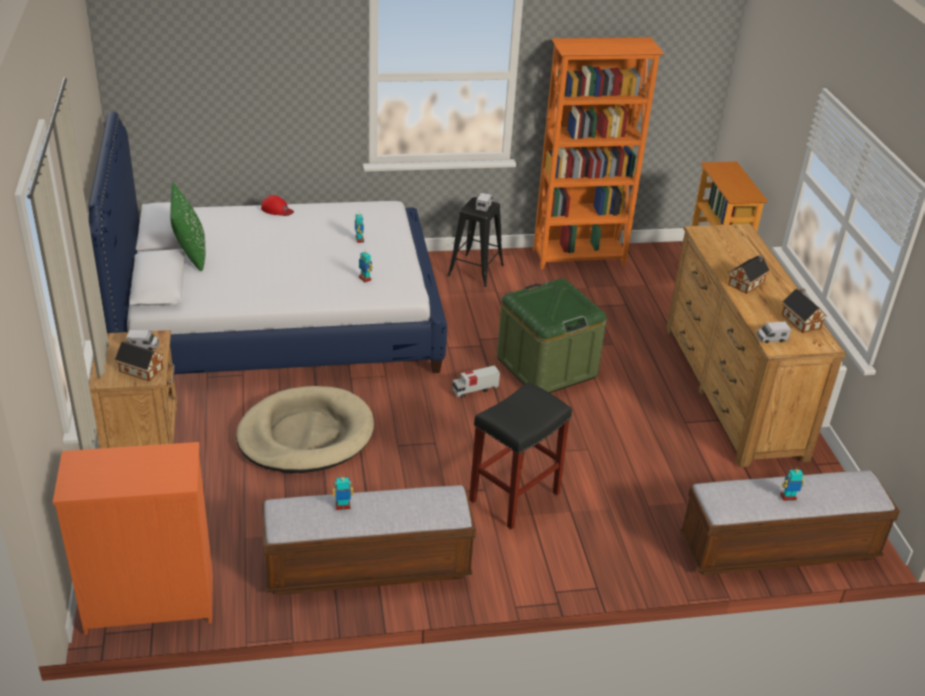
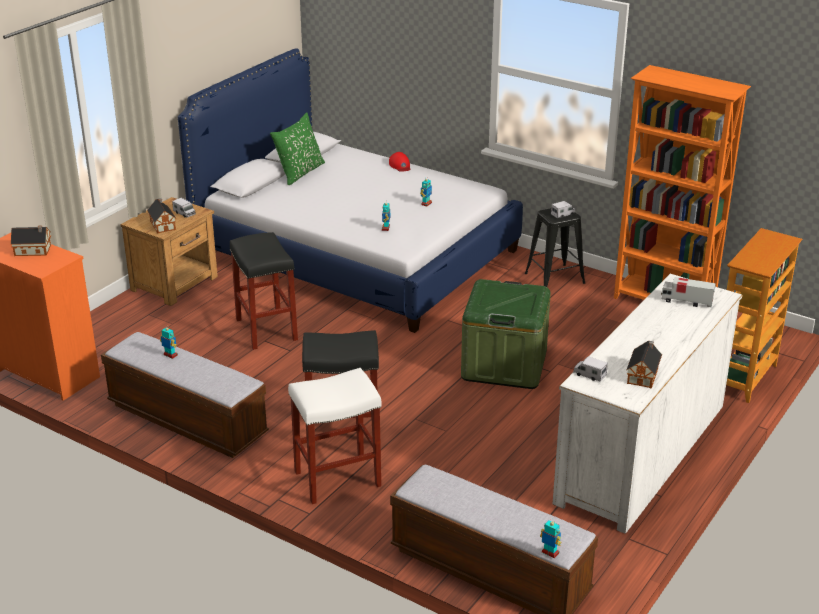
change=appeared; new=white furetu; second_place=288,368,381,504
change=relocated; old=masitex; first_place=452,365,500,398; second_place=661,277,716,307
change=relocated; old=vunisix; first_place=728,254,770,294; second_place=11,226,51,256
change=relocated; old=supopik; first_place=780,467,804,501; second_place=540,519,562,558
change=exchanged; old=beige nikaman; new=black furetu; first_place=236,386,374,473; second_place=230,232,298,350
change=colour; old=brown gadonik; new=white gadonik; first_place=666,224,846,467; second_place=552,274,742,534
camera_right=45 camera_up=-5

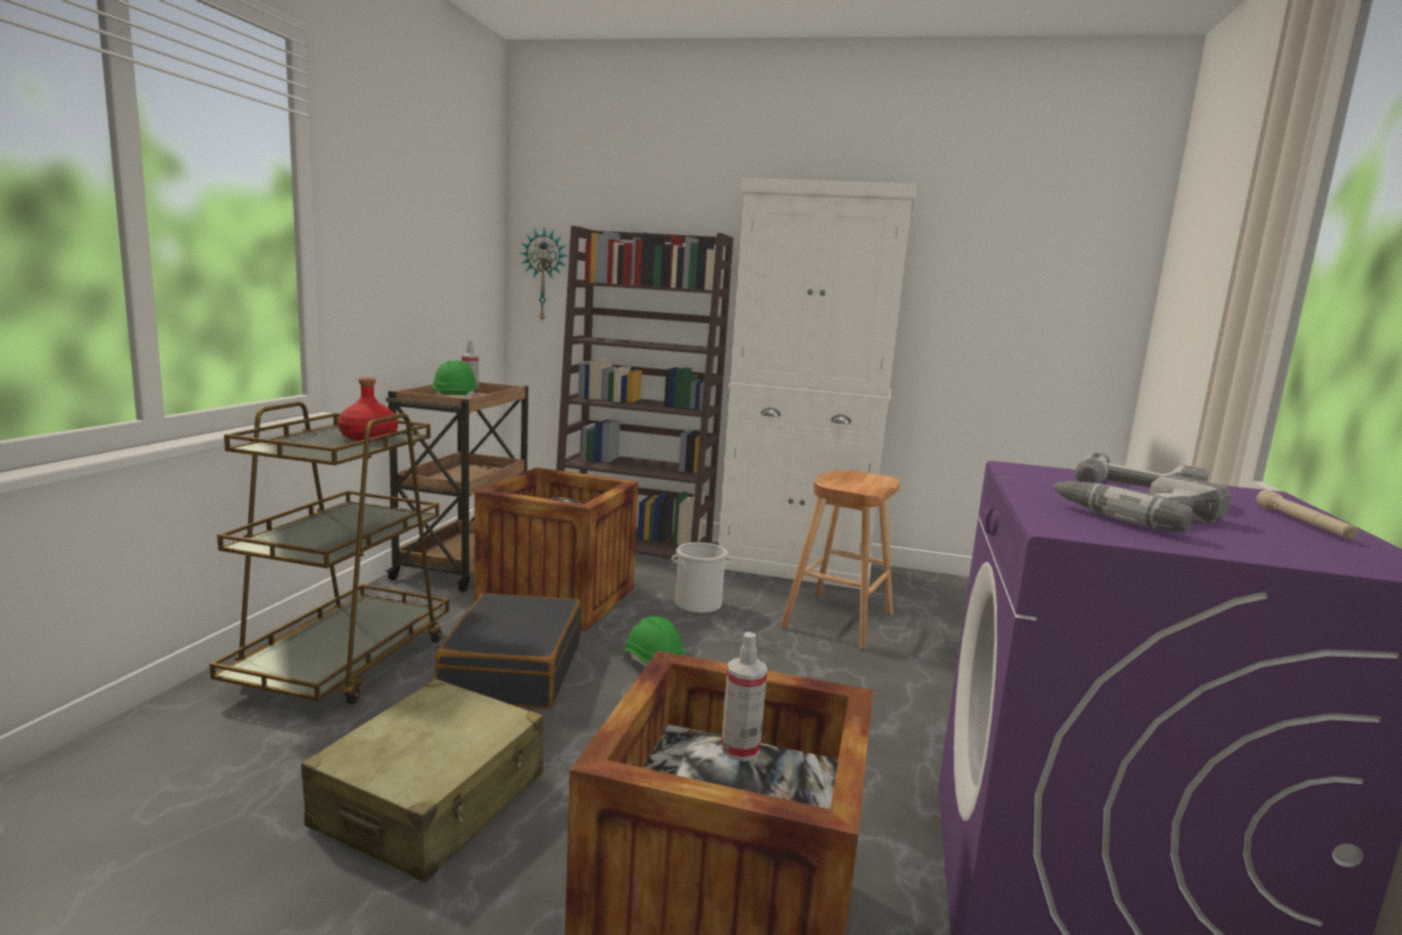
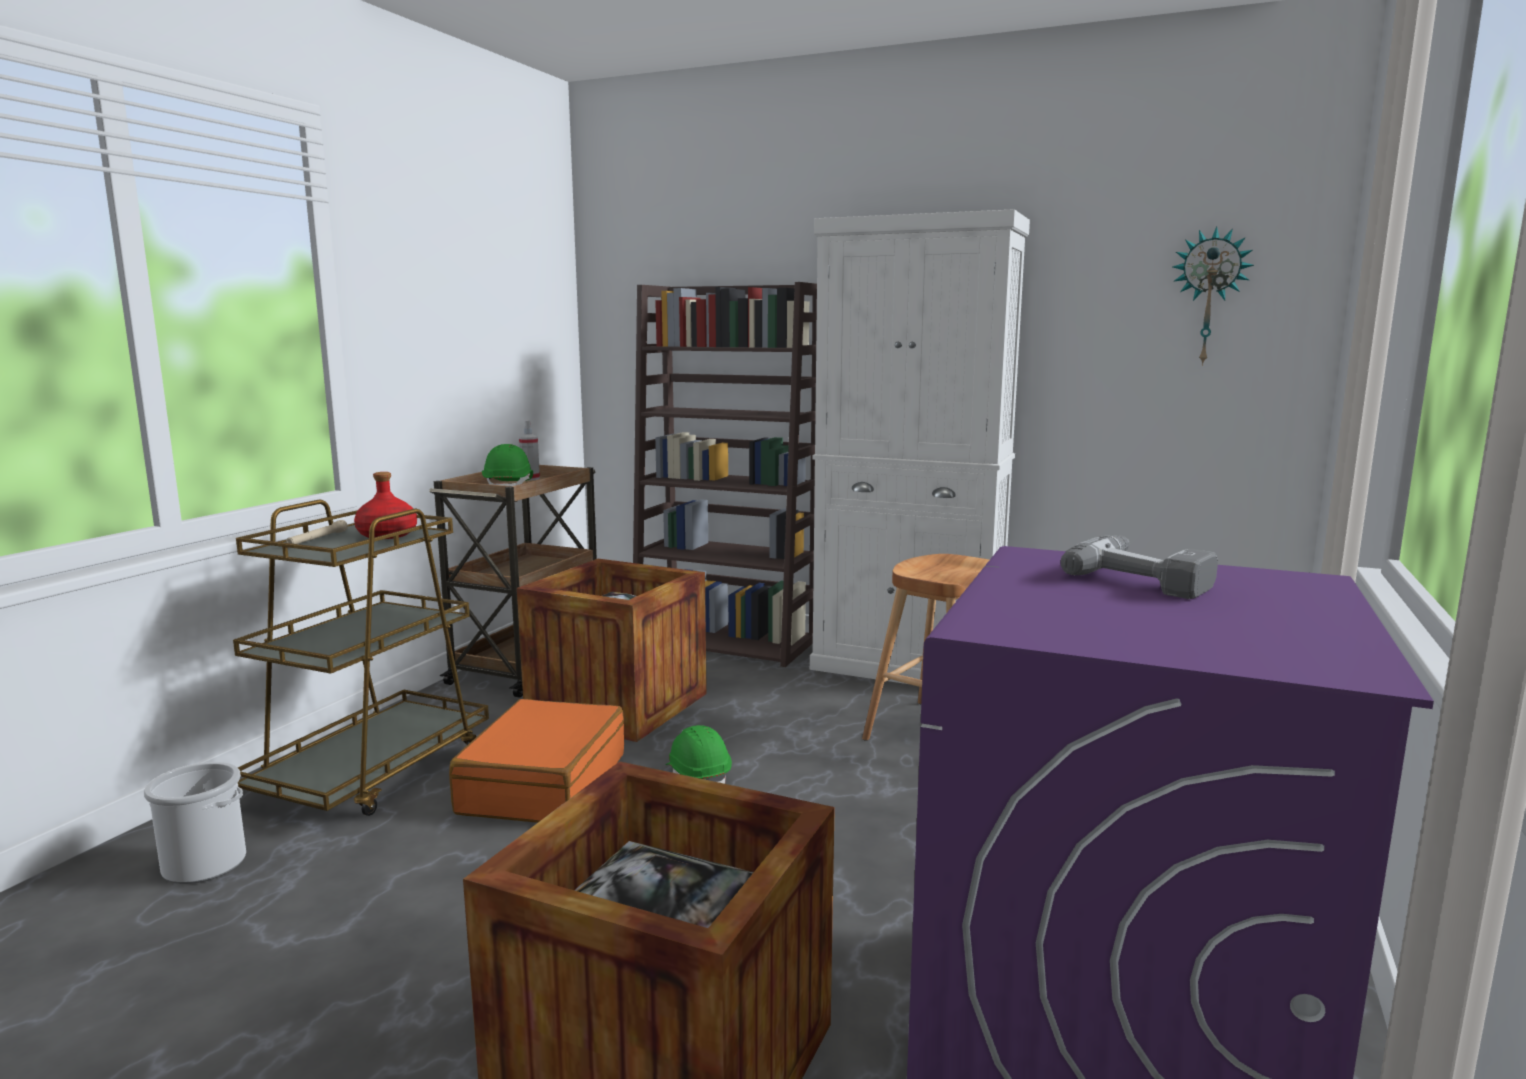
change=missing; old=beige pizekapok; first_place=301,679,544,882
change=missing; old=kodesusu; first_place=721,632,767,761
change=missing; old=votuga; first_place=1053,475,1231,532
change=relocated; old=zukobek; first_place=521,228,567,321; second_place=1172,226,1254,366
change=relocated; old=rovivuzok; first_place=672,542,731,614; second_place=144,762,246,884
change=relocated; old=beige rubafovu; first_place=1256,490,1358,539; second_place=286,520,348,544
change=colour; old=black pizekapok; new=orange pizekapok; first_place=435,593,581,709; second_place=449,699,624,823
camera_right=10 camera_up=0

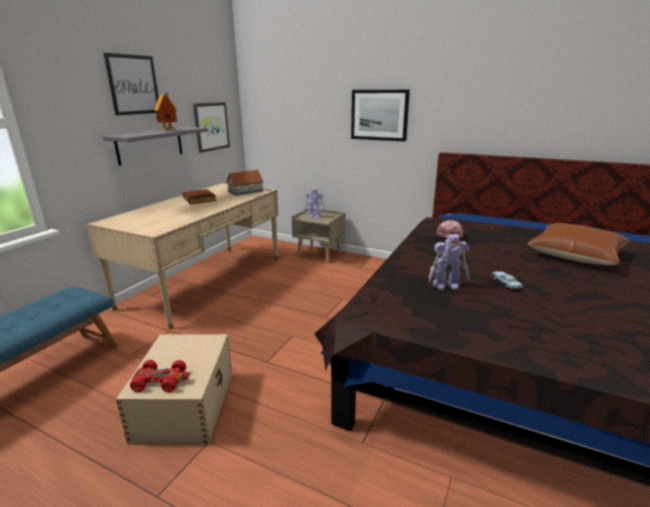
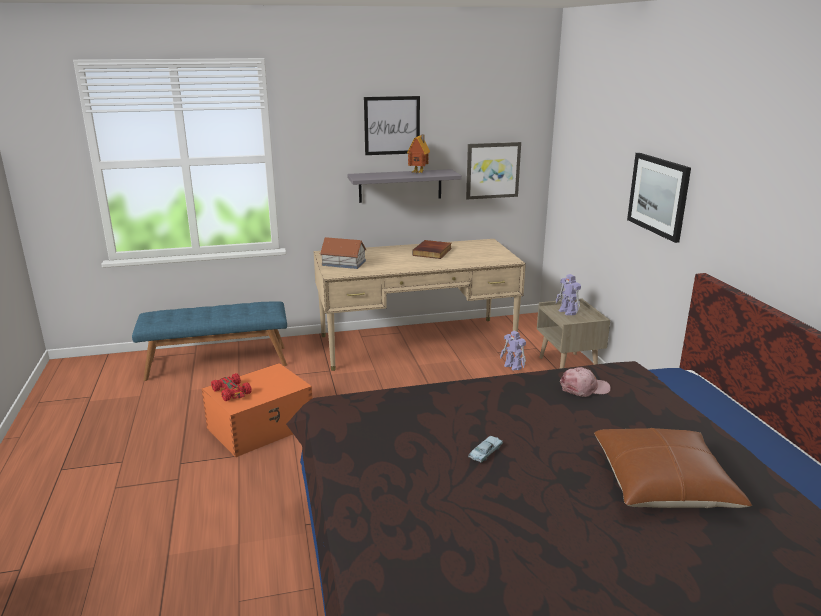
change=relocated; old=vunisix; first_place=226,170,264,196; second_place=320,237,367,269
change=relocated; old=supopik; first_place=429,235,470,290; second_place=500,331,526,371
change=colour; old=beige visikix; new=orange visikix; first_place=116,334,232,445; second_place=202,363,312,457
camera_right=50 camera_up=0

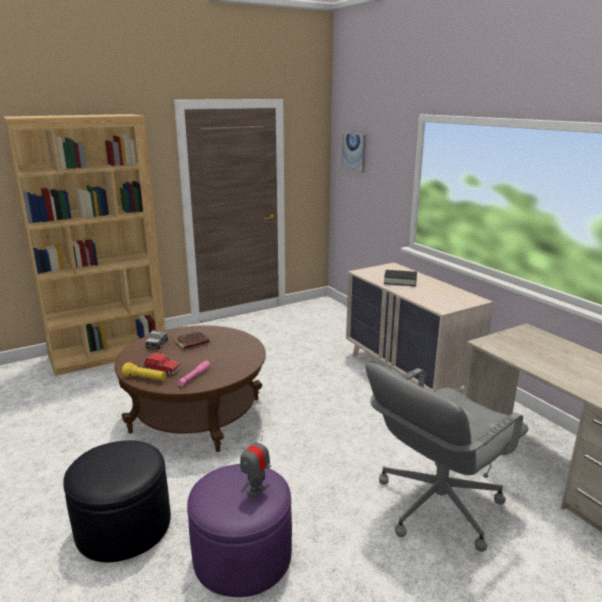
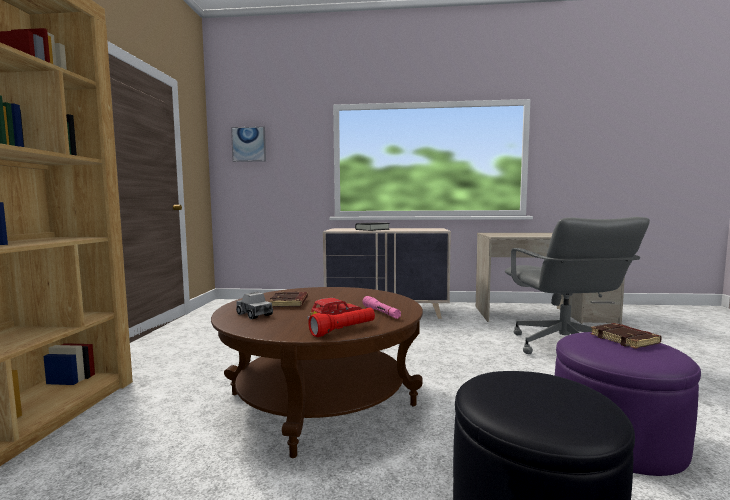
change=exchanged; old=supopik; new=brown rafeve; first_place=240,431,271,499; second_place=590,323,662,349
change=colour; old=yellow rubafovu; new=red rubafovu; first_place=122,362,166,380; second_place=308,308,375,337
camera_right=-55 camera_up=-15

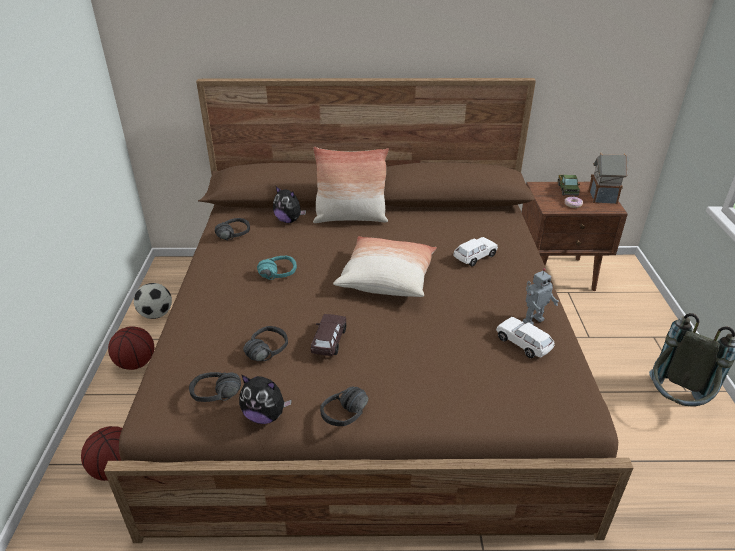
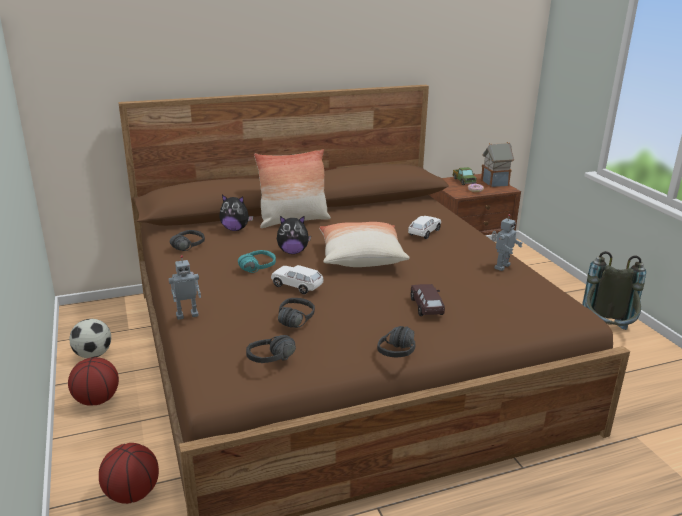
change=appeared; new=supopik; second_place=169,255,201,320
change=relocated; old=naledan; first_place=239,375,292,424; second_place=277,216,311,254
change=relocated; old=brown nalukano; first_place=311,314,346,356; second_place=411,284,445,316
change=relocated; old=white nalukano; first_place=496,317,555,358; second_place=271,265,324,294
camera_right=-20 camera_up=-10

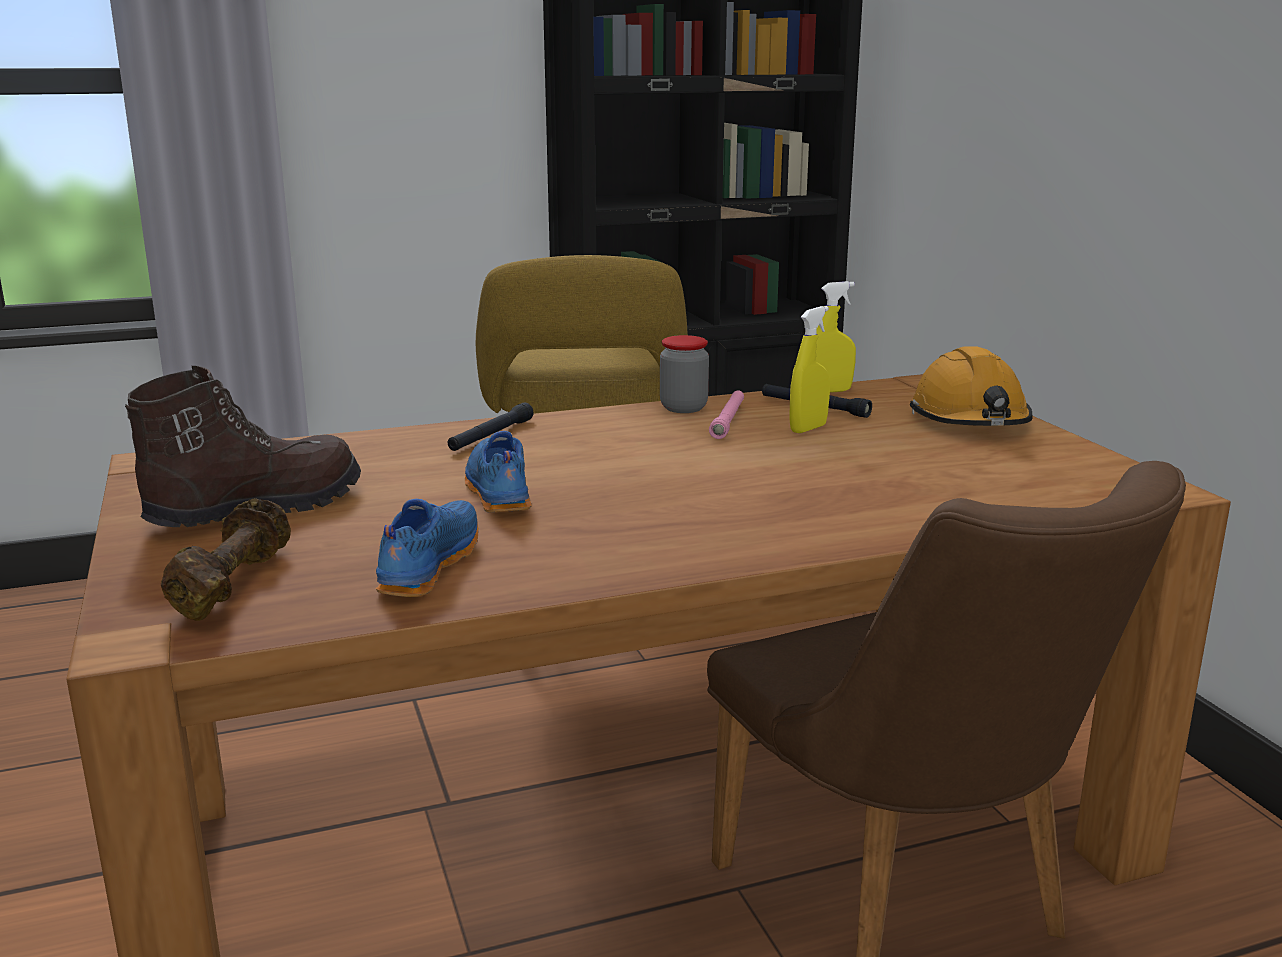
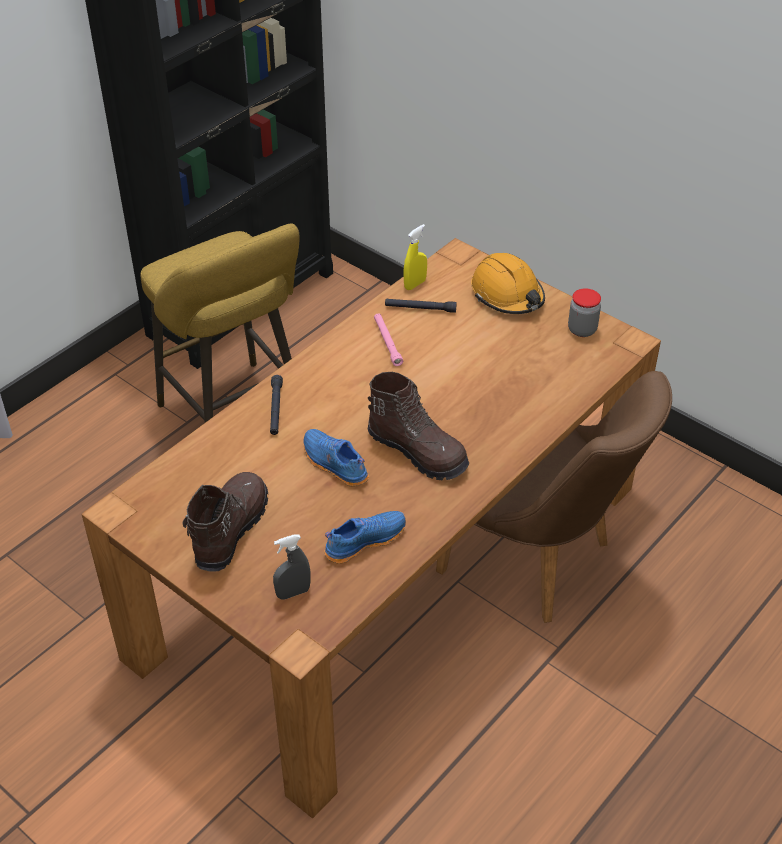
change=missing; old=yellow kodesusu; first_place=789,306,830,433
change=appeared; new=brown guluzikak; second_place=368,372,469,480
change=relocated; old=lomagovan; first_place=660,335,709,413; second_place=568,288,601,337
change=exchanged; old=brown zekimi; new=grey kodesusu; first_place=161,498,291,621; second_place=273,534,310,600
change=spun; old=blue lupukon; first_place=376,499,479,597; second_place=324,511,406,564; degrees=75
camera_right=-30 camera_up=25

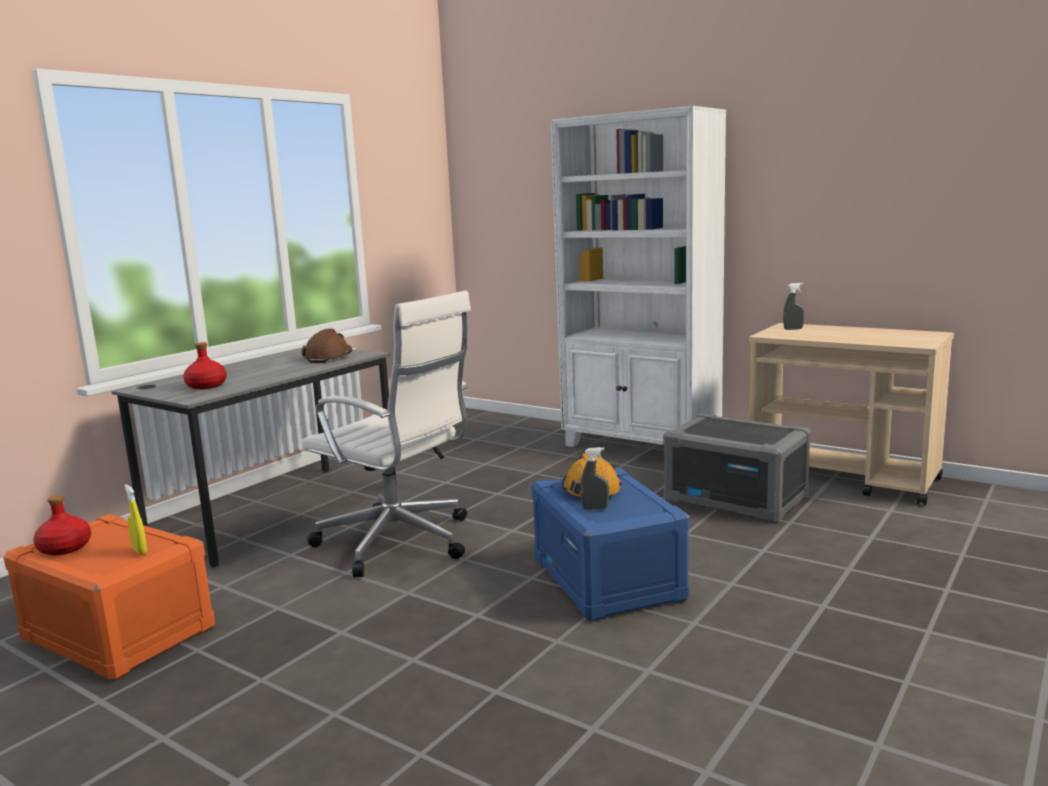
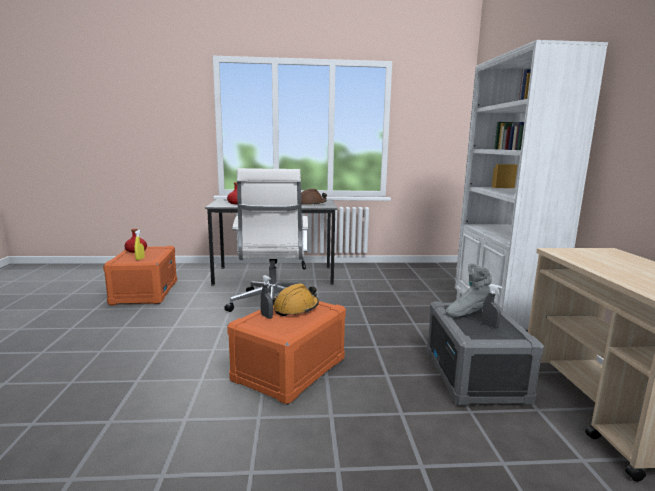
change=appeared; new=grey guluzikak; second_place=445,263,495,317
change=relocated; old=grey kodesusu; first_place=783,283,804,330; second_place=482,284,502,329
change=colour; old=blue visikix; new=orange visikix; first_place=531,468,690,621; second_place=227,301,346,405
camera_right=50 camera_up=0

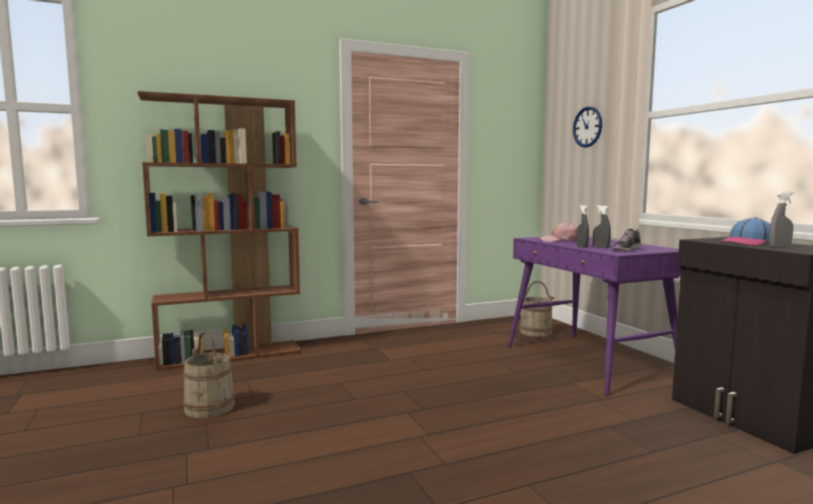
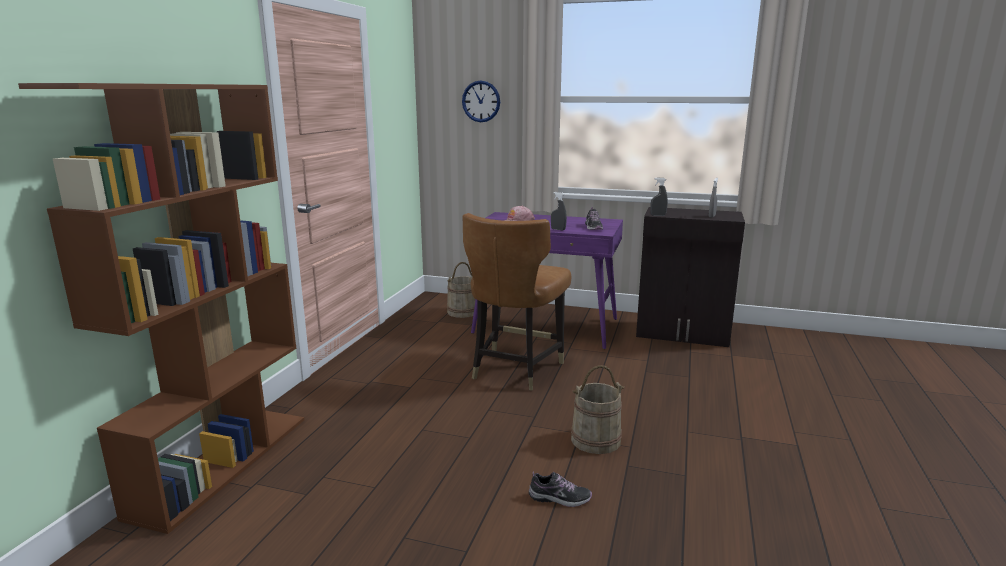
change=missing; old=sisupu; first_place=719,217,770,246
change=appeared; new=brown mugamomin; second_place=462,213,571,390
change=appeared; new=lupukon; second_place=529,471,592,507
change=relocated; old=beige rovivuzok; first_place=183,331,235,418; second_place=571,365,624,454
change=relocated; old=grey kodesusu; first_place=593,205,611,248; second_place=650,178,668,216
camera_right=-50 camera_up=10

